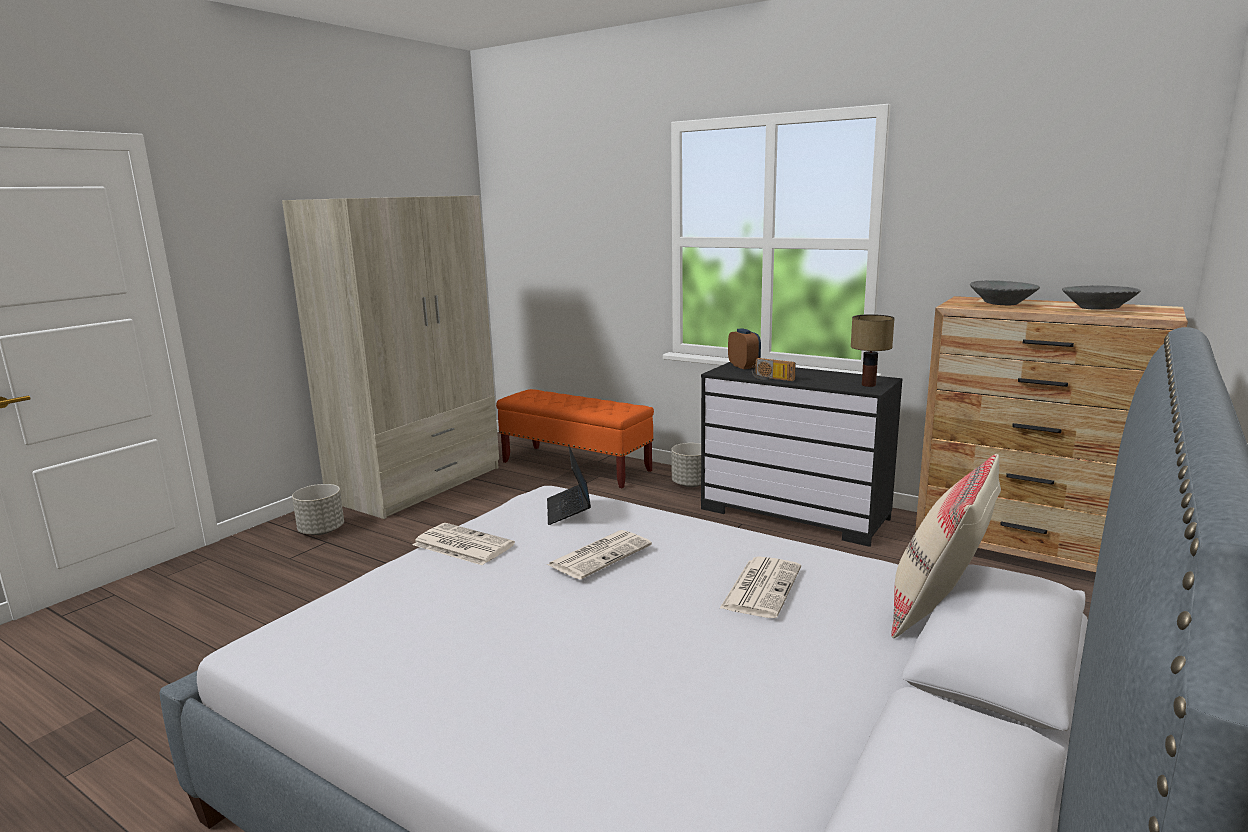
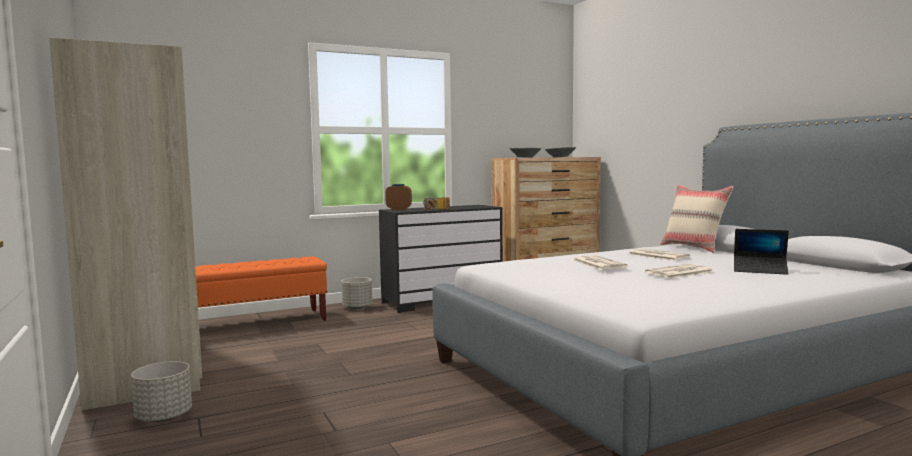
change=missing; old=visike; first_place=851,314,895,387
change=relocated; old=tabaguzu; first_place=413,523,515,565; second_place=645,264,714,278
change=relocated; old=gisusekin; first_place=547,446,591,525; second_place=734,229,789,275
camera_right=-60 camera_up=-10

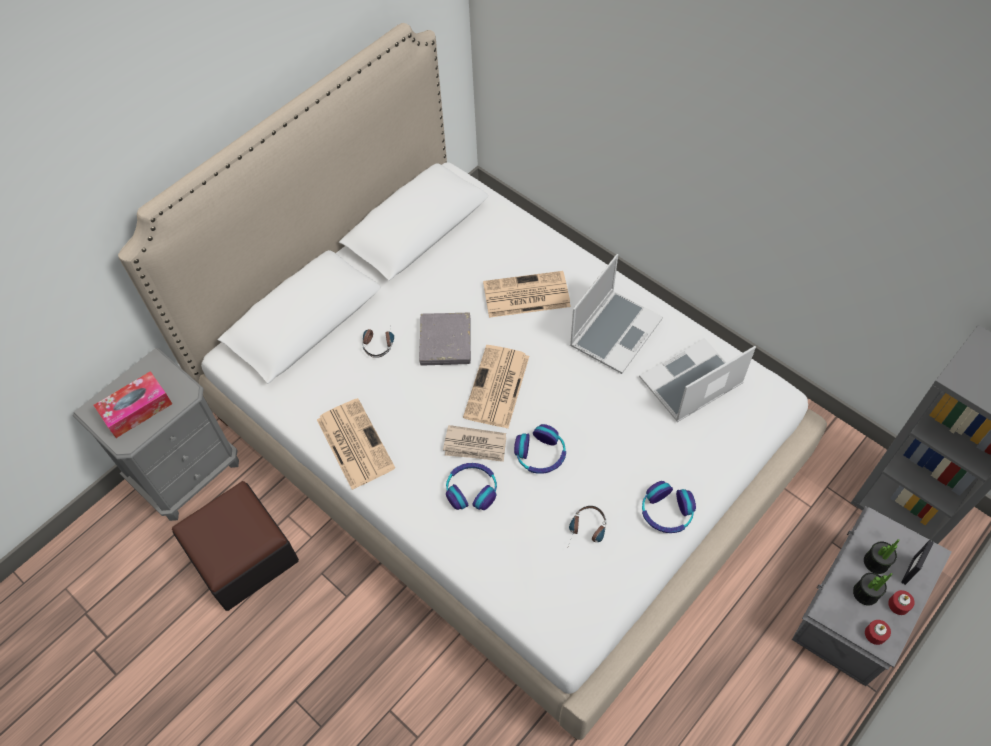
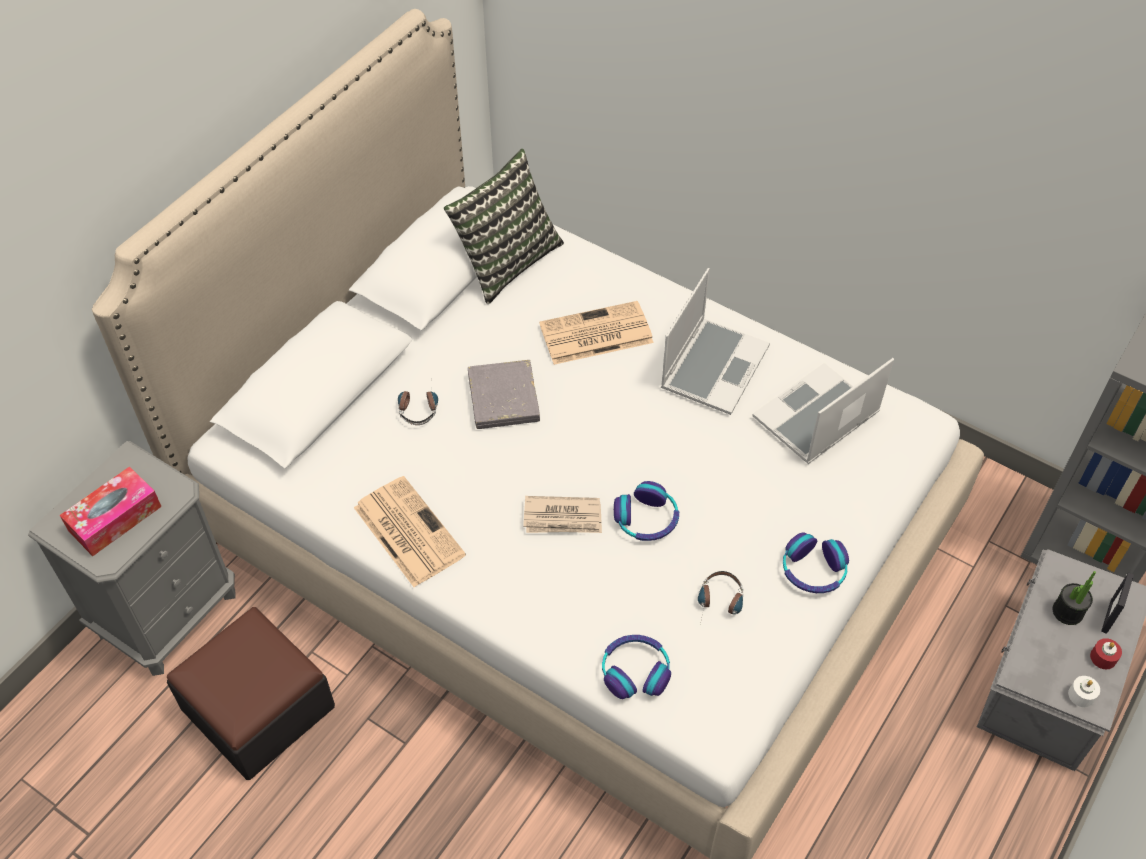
change=missing; old=tabaguzu; first_place=463,345,529,428
change=missing; old=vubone; first_place=853,573,892,606
change=appeared; new=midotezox; second_place=444,149,564,304
change=relocated; old=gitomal; first_place=446,463,497,510; second_place=602,635,671,699
change=colour; old=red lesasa; new=white lesasa; first_place=865,620,891,645; second_place=1068,676,1100,707
camera_right=-10 camera_up=-5

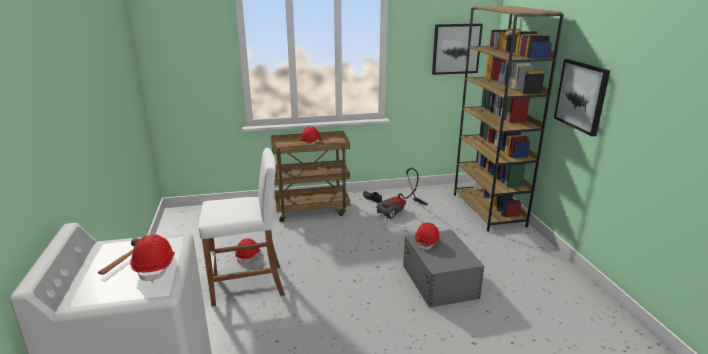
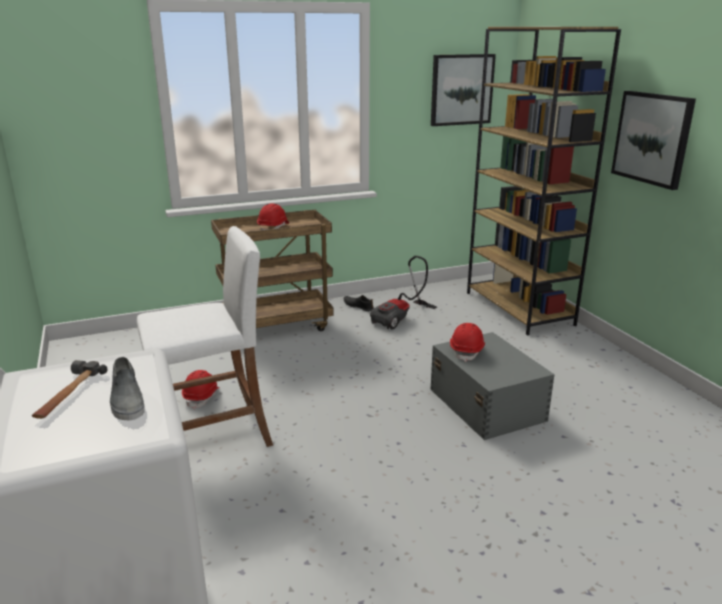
change=exchanged; old=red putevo; new=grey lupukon; first_place=130,234,175,283; second_place=110,357,145,420
camera_right=-10 camera_up=0

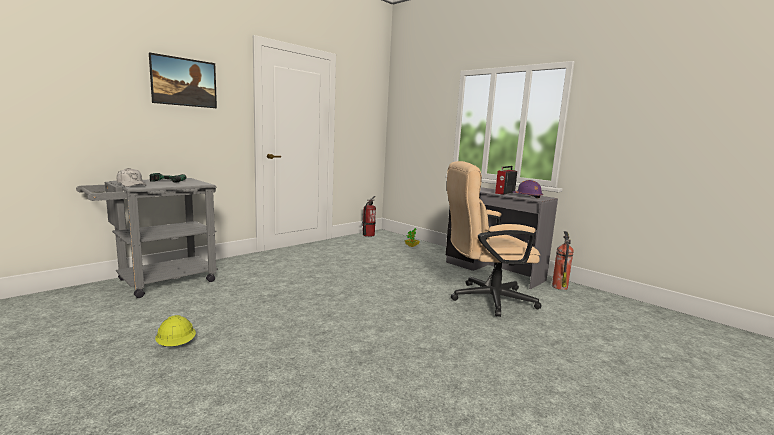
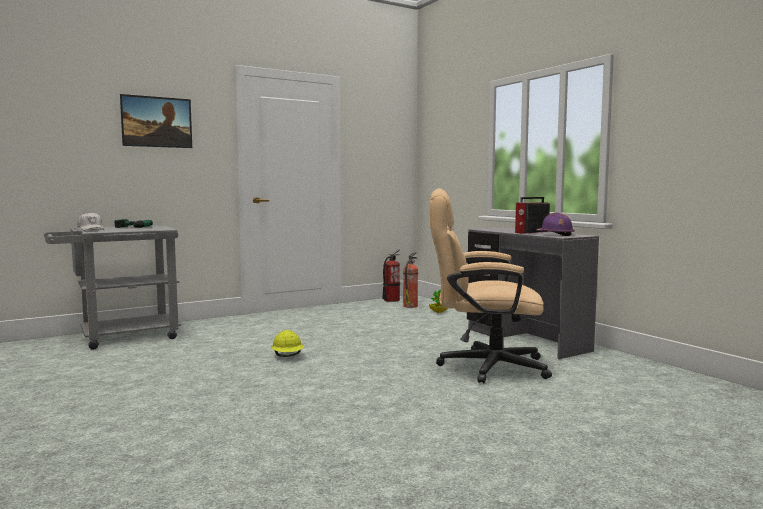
change=relocated; old=yellow putevo; first_place=155,315,196,347; second_place=271,330,304,357
change=relocated; old=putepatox; first_place=552,231,573,290; second_place=403,252,418,308
camera_right=15 camera_up=-5

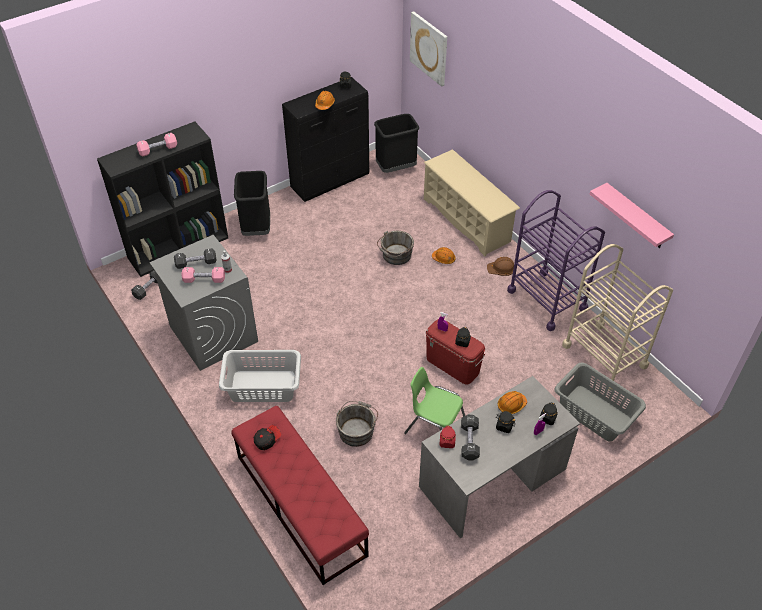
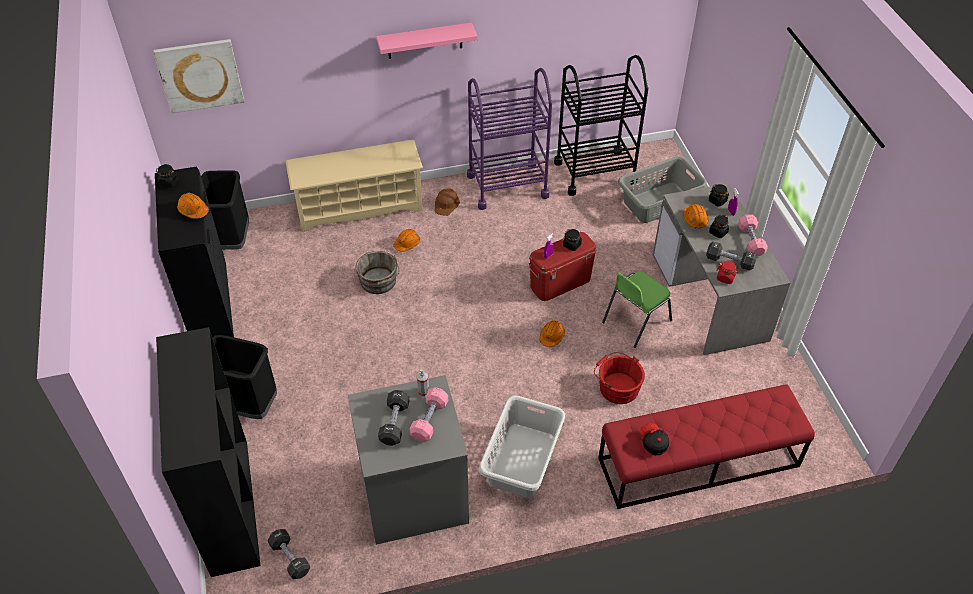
change=appeared; new=orange putevo; second_place=539,320,565,347
change=relocated; old=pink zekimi; first_place=136,133,177,157; second_place=738,214,768,256
change=relocated; old=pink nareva; first_place=590,183,674,248; second_place=376,22,478,59
change=colour; old=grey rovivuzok; new=red rovivuzok; first_place=336,401,378,447; second_place=594,352,645,404
change=colour; old=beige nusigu; new=black nusigu; first_place=562,244,673,391; second_place=554,55,648,196
camera_right=-70 camera_up=0

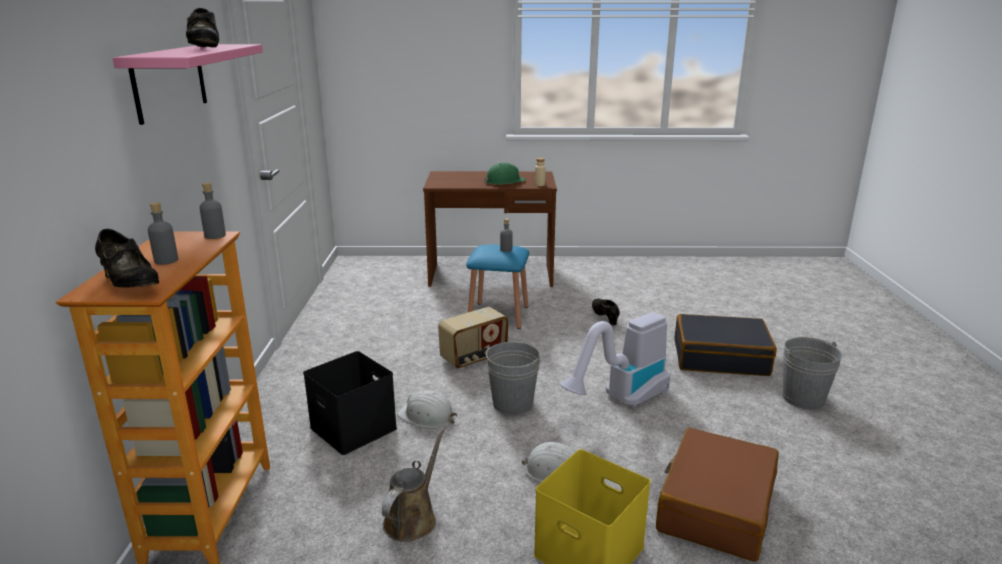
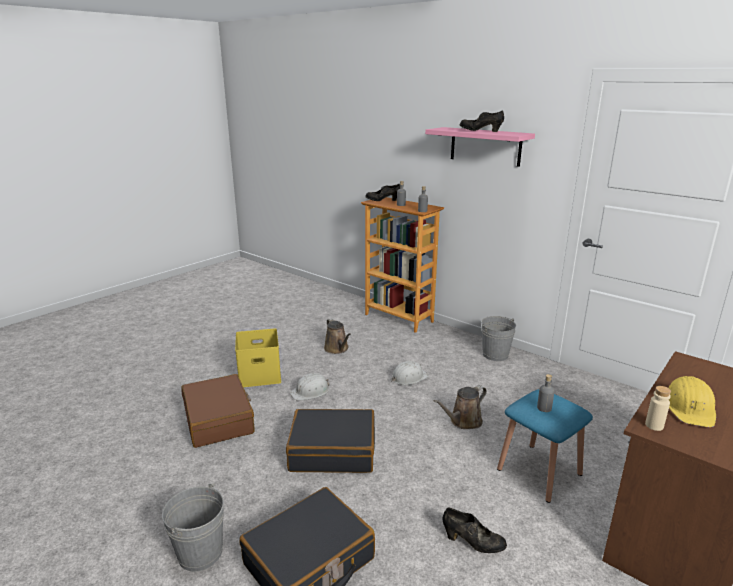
change=missing; old=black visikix; first_place=303,351,397,455
change=relocated; old=grey rovivuzok; first_place=484,342,541,414; second_place=481,316,516,361
change=exchanged; old=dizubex; new=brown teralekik; first_place=438,307,508,368; second_place=434,385,487,429
change=exchanged; old=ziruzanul; new=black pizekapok; first_place=560,312,670,407; second_place=286,409,375,473
change=colour; old=green putevo; new=yellow putevo; first_place=484,163,526,185; second_place=668,376,716,427
camera_right=130 camera_up=0

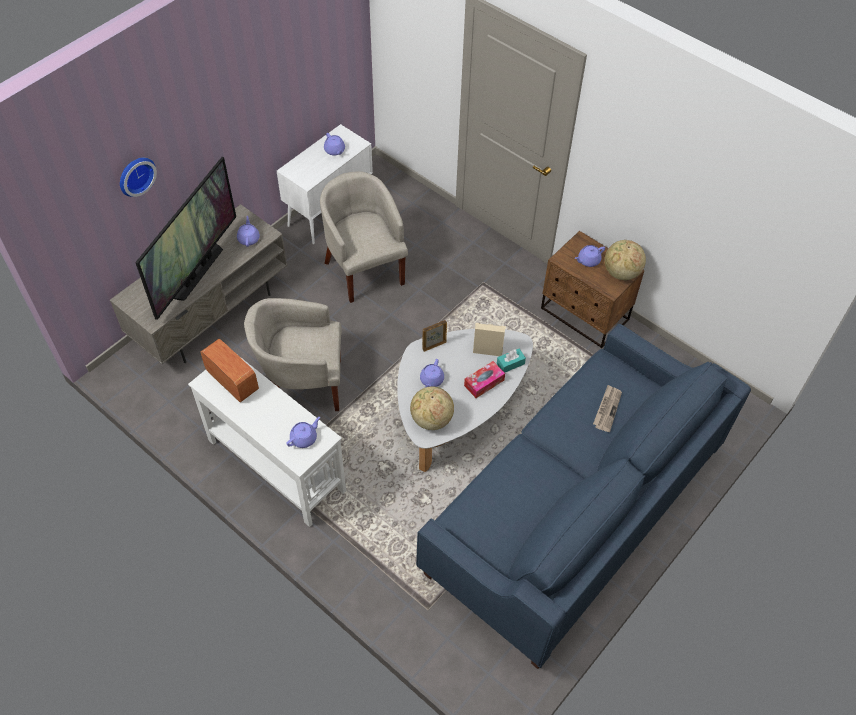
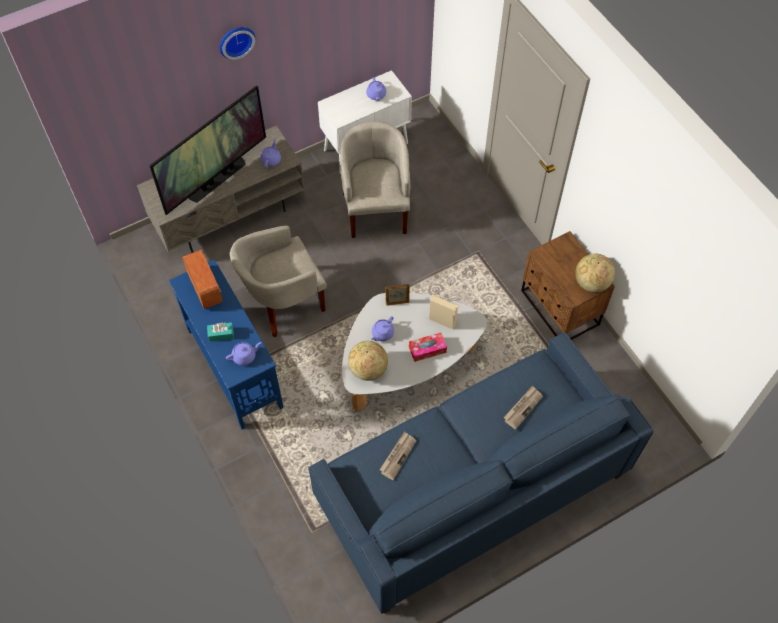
change=missing; old=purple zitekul; first_place=575,245,605,267
change=appeared; new=tabaguzu; second_place=379,431,416,480
change=relocated; old=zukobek; first_place=120,158,157,197; second_place=219,27,255,60
change=relocated; old=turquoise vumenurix; first_place=497,349,526,373; second_place=207,322,234,342
change=colour; old=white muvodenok; new=blue muvodenok; first_place=188,356,346,527; second_place=169,259,284,429
change=spun; old=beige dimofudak; first_place=244,298,342,411; second_place=230,226,327,337; degrees=-45
camera_right=20 camera_up=5

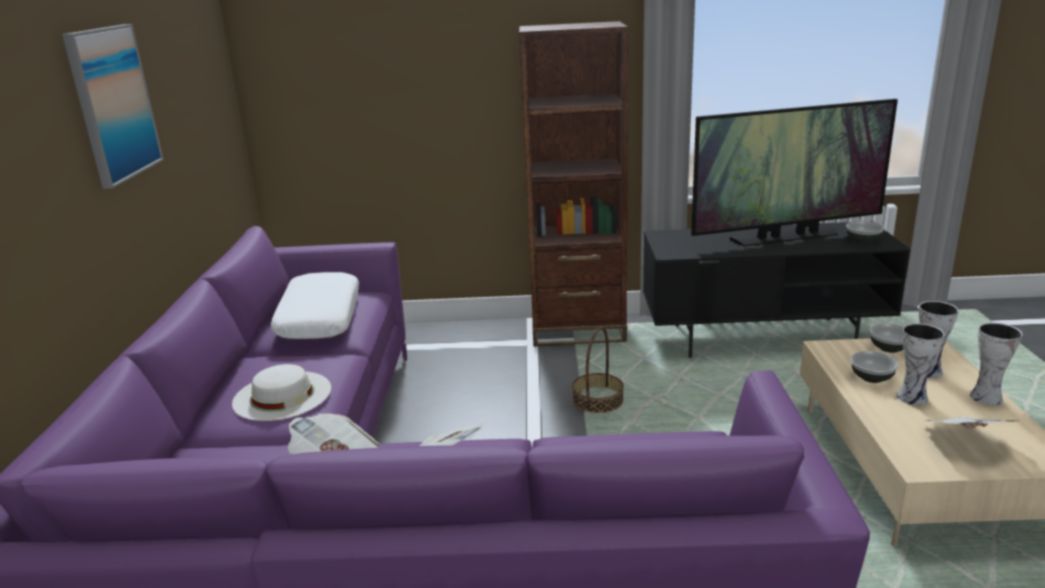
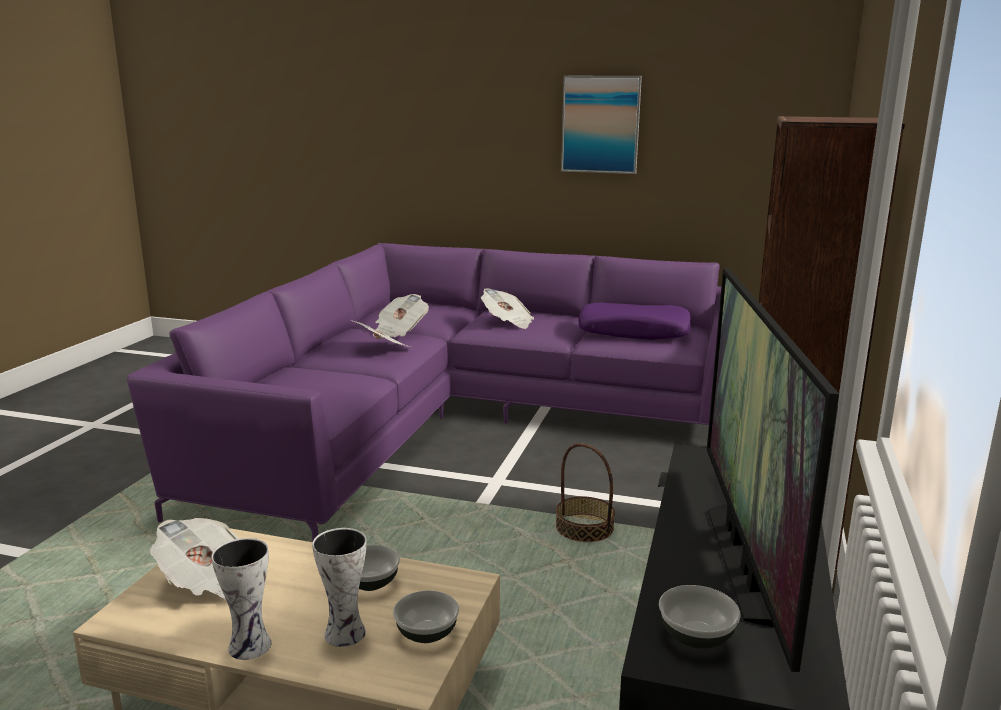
change=missing; old=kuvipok; first_place=897,323,945,405
change=exchanged; old=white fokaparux; new=tabaguzu; first_place=232,364,331,421; second_place=481,288,534,329
change=colour; old=white midotezox; new=purple midotezox; first_place=270,272,359,339; second_place=579,302,691,340
camera_right=105 camera_up=-5

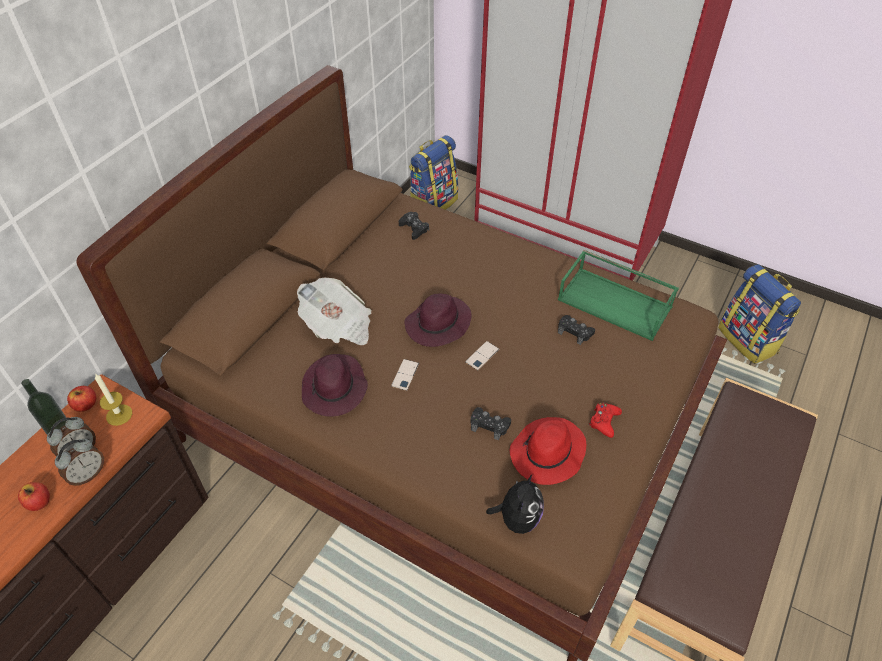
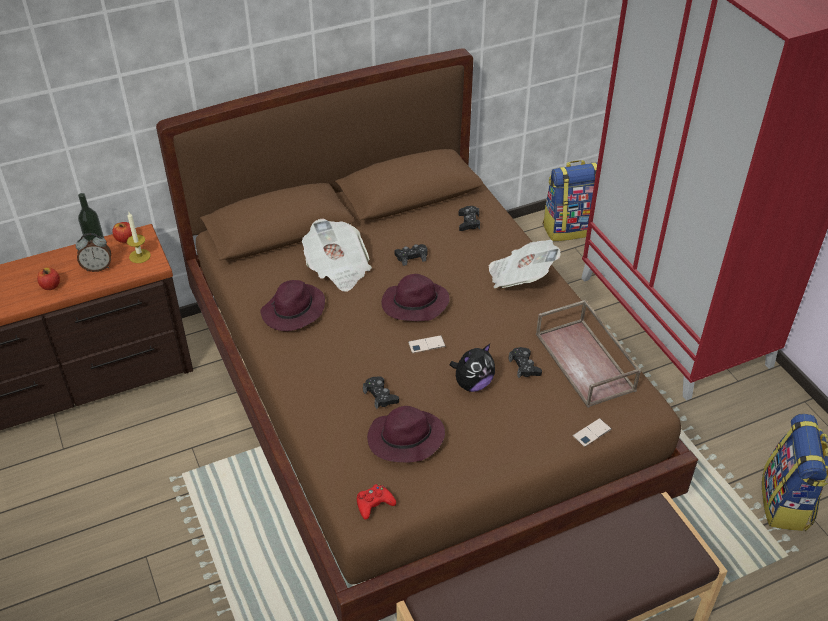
change=missing; old=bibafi; first_place=55,439,104,486
change=appeared; new=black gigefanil; second_place=394,244,428,266
change=appeared; new=tabaguzu; second_place=488,240,560,288
change=relocated; old=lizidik; first_place=391,359,419,391; second_place=573,418,612,447
change=relocated; old=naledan; first_place=486,474,544,534; second_place=450,344,495,392
change=relocated; old=red gigefanil; first_place=589,402,622,438; second_place=357,484,396,520
change=colour; old=red fokaparux; new=purple fokaparux; first_place=510,417,586,485; second_place=367,406,445,463
change=colour; old=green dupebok; new=brown dupebok; first_place=558,250,679,341; second_place=536,300,641,408
camera_right=35 camera_up=-5

